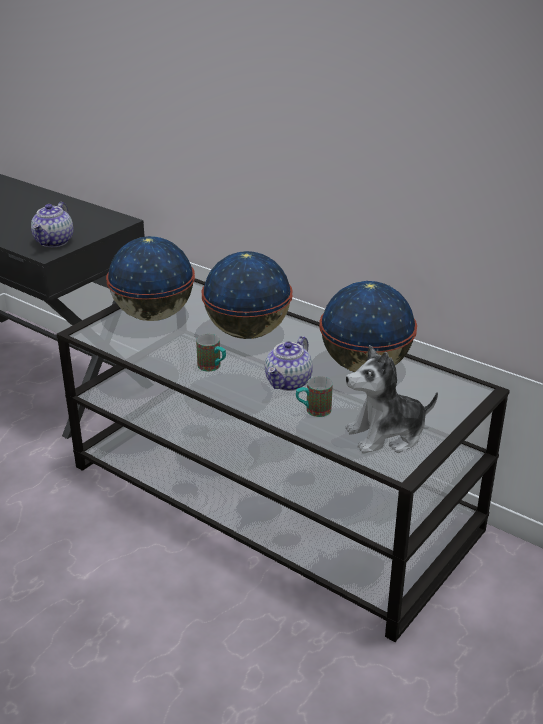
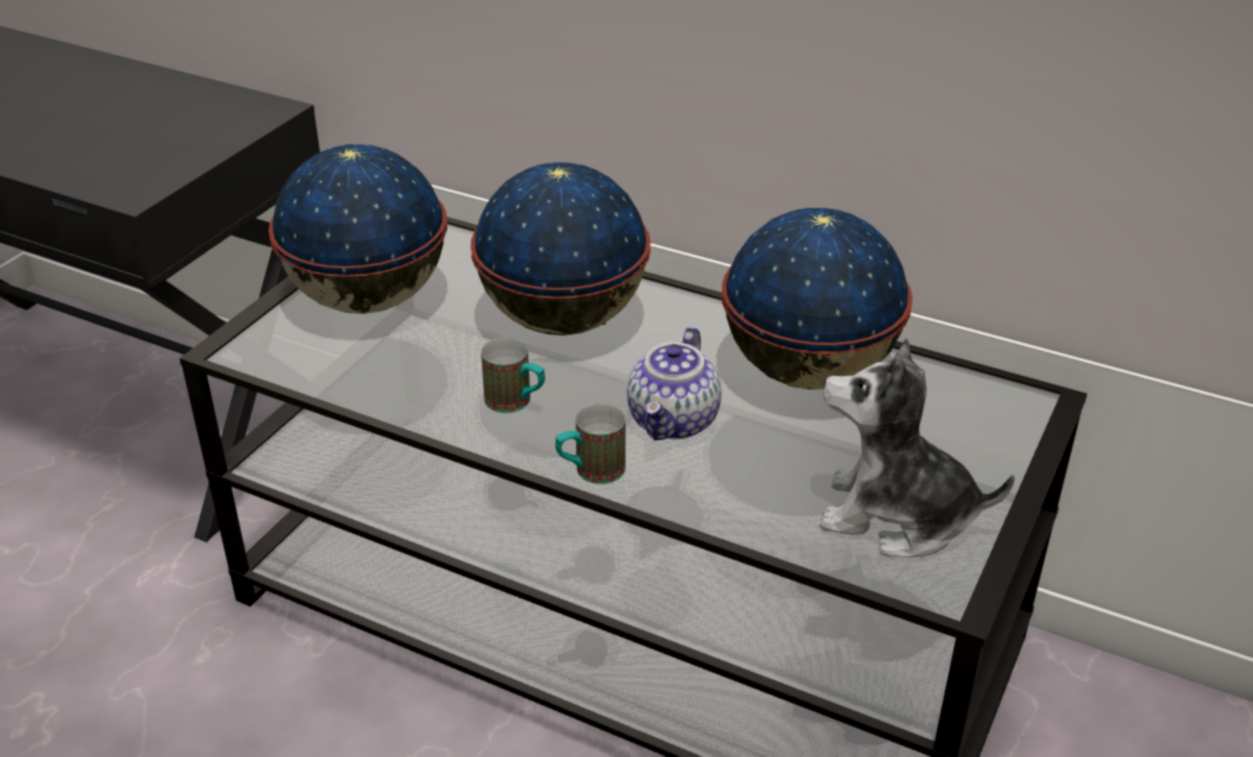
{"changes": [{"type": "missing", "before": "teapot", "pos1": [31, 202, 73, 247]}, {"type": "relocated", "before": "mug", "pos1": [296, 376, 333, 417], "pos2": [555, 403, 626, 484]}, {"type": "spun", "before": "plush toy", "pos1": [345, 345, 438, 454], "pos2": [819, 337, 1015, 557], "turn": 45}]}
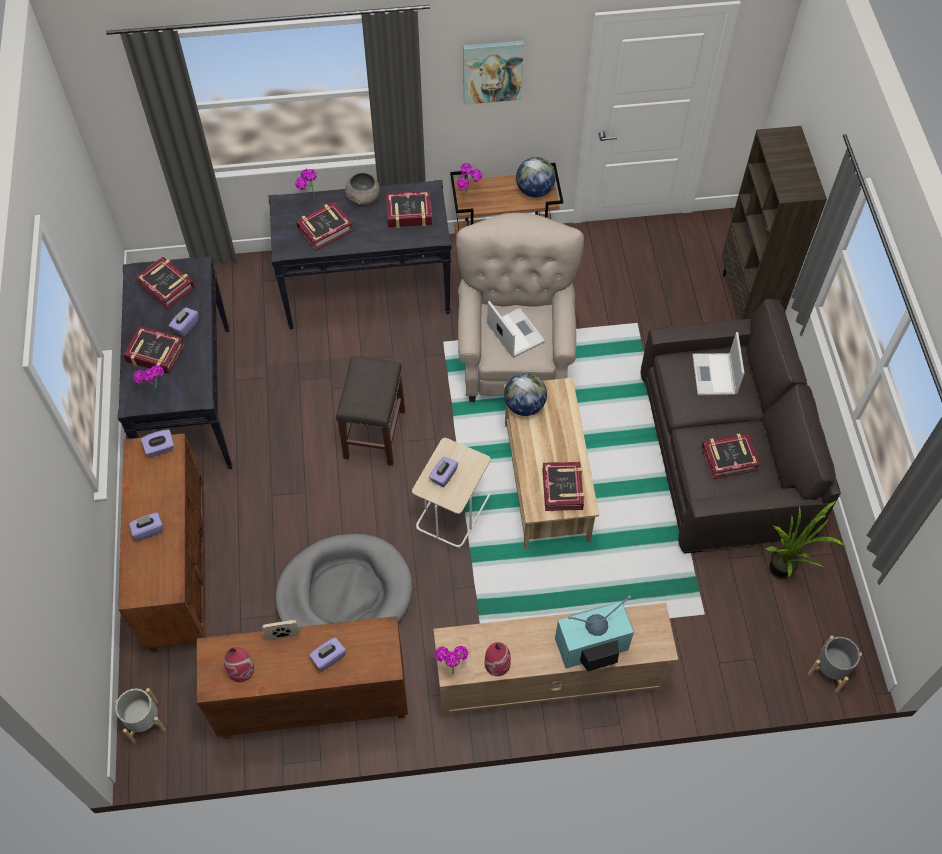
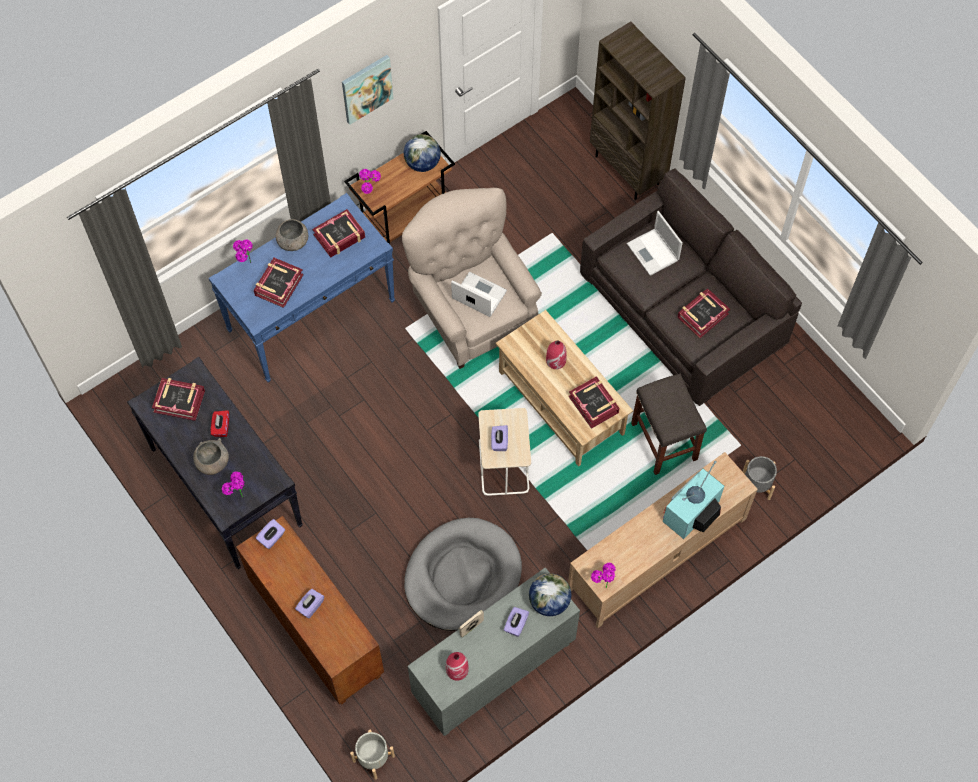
{"changes": [{"type": "missing", "before": "potted plant", "pos1": [766, 501, 844, 579]}, {"type": "relocated", "before": "grey stool", "pos1": [336, 356, 405, 466], "pos2": [631, 373, 707, 475]}, {"type": "relocated", "before": "red vase", "pos1": [485, 642, 511, 676], "pos2": [546, 340, 567, 369]}, {"type": "relocated", "before": "globe", "pos1": [504, 373, 547, 416], "pos2": [529, 573, 571, 616]}, {"type": "relocated", "before": "grey planter", "pos1": [808, 636, 862, 692], "pos2": [743, 456, 777, 500]}, {"type": "exchanged", "before": "book", "after": "grey bowl", "pos1": [123, 326, 185, 374], "pos2": [193, 438, 229, 475]}, {"type": "colour", "before": "purple tissue box", "after": "red tissue box", "pos1": [169, 307, 198, 336], "pos2": [211, 410, 229, 437]}, {"type": "colour", "before": "brown cabinet", "after": "grey cabinet", "pos1": [197, 616, 408, 739], "pos2": [408, 567, 580, 736]}, {"type": "colour", "before": "black console table", "after": "blue console table", "pos1": [269, 180, 451, 329], "pos2": [209, 193, 395, 382]}]}
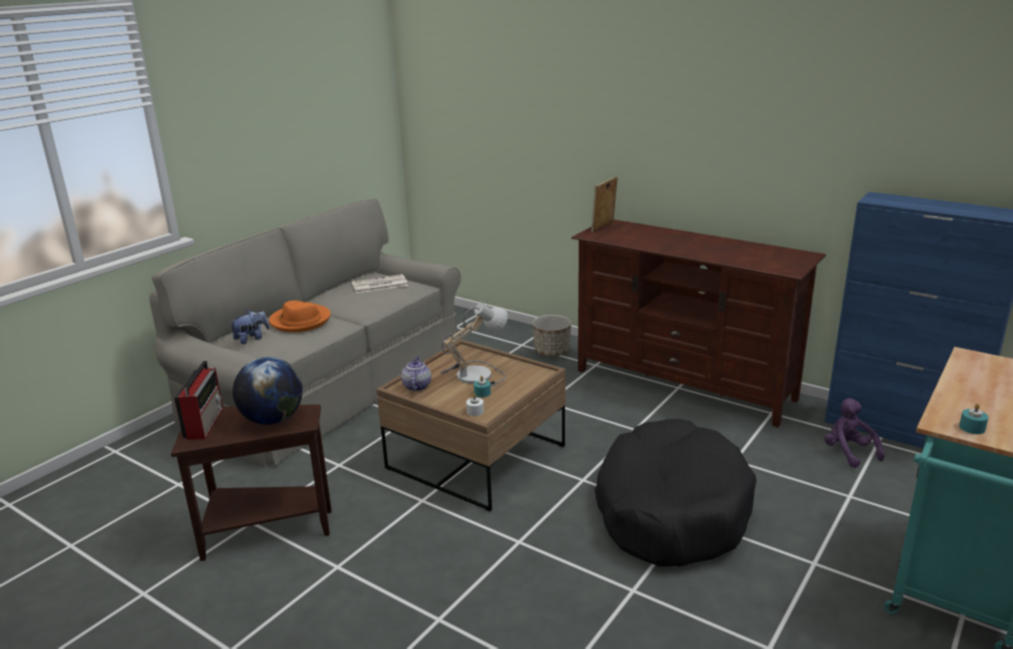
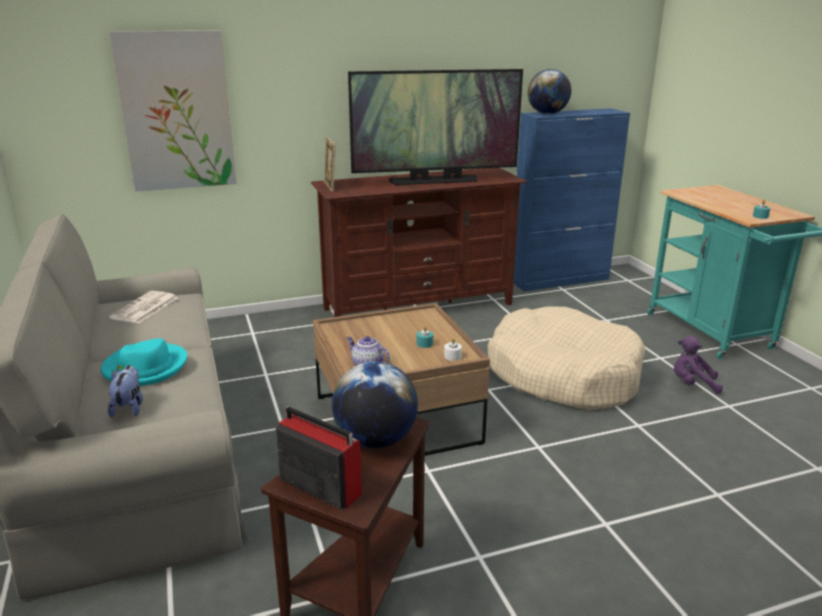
{"changes": [{"type": "missing", "before": "table lamp", "pos1": [440, 303, 508, 386]}, {"type": "missing", "before": "planter", "pos1": [532, 315, 571, 357]}, {"type": "appeared", "after": "picture", "pos2": [109, 30, 237, 192]}, {"type": "appeared", "after": "television", "pos2": [348, 69, 523, 185]}, {"type": "appeared", "after": "globe", "pos2": [528, 69, 571, 114]}, {"type": "relocated", "before": "purple plush toy", "pos1": [824, 398, 885, 468], "pos2": [674, 336, 723, 394]}, {"type": "colour", "before": "orange hat", "after": "turquoise hat", "pos1": [269, 300, 331, 332], "pos2": [101, 338, 187, 386]}, {"type": "colour", "before": "black dog bed", "after": "beige dog bed", "pos1": [595, 419, 757, 567], "pos2": [488, 306, 646, 411]}]}
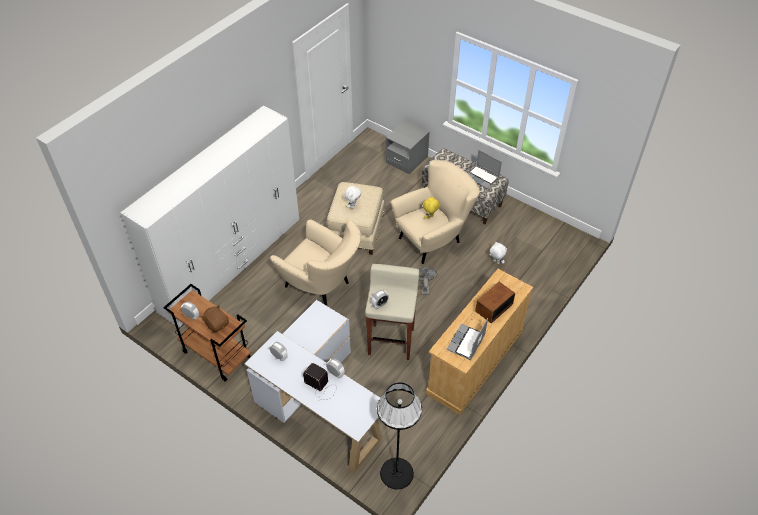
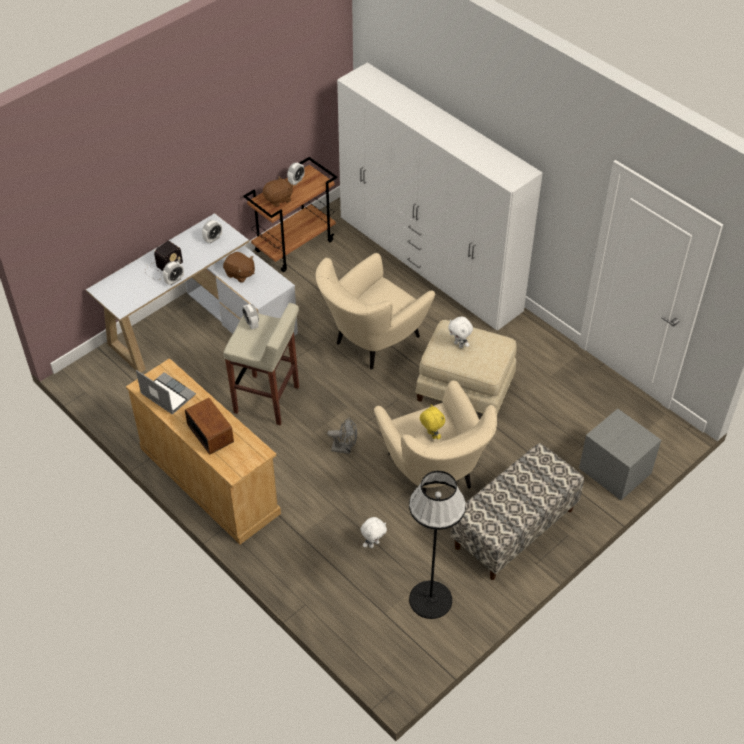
{"changes": [{"type": "missing", "before": "laptop", "pos1": [467, 150, 502, 189]}, {"type": "appeared", "after": "brown plush toy", "pos2": [223, 252, 255, 283]}, {"type": "relocated", "before": "black floor lamp", "pos1": [377, 382, 422, 489], "pos2": [409, 471, 466, 619]}]}
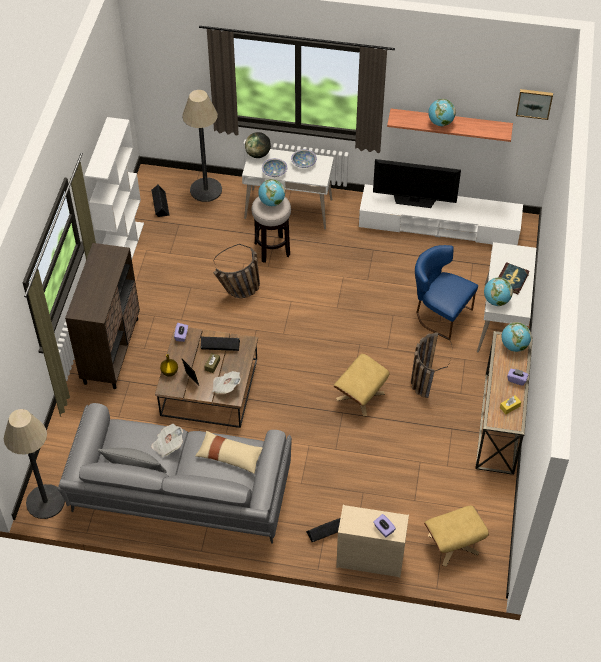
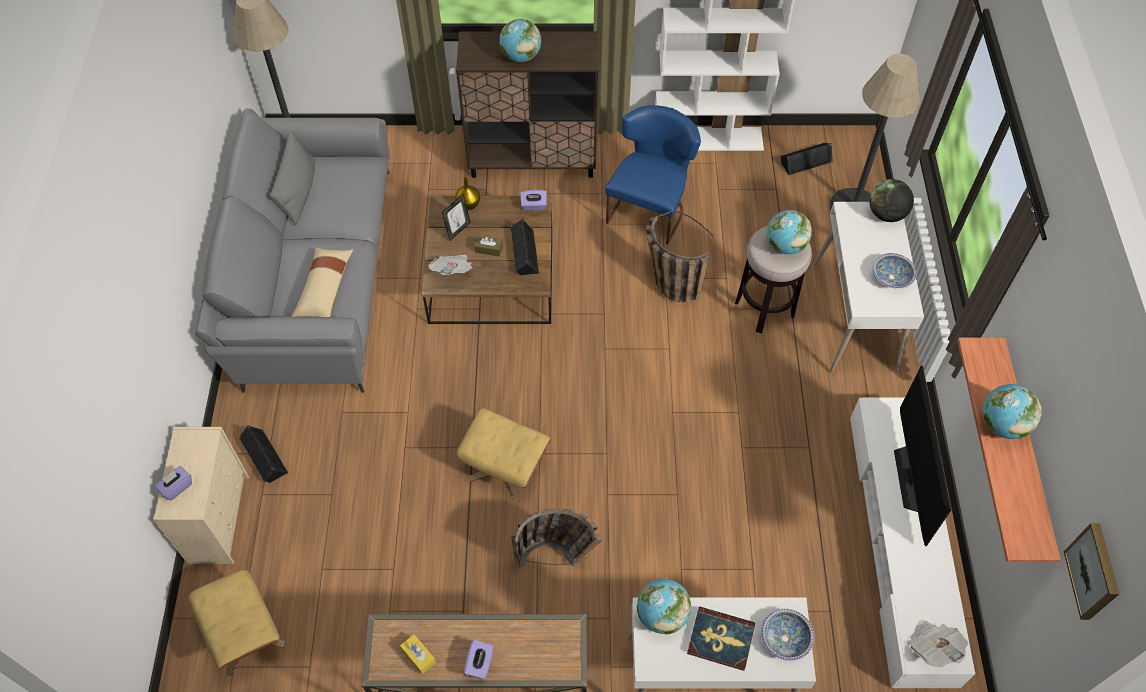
{"changes": [{"type": "relocated", "before": "newspaper", "pos1": [151, 424, 183, 457], "pos2": [907, 620, 969, 667]}, {"type": "relocated", "before": "bowl", "pos1": [262, 158, 287, 177], "pos2": [761, 609, 814, 661]}, {"type": "relocated", "before": "blue chair", "pos1": [415, 245, 478, 340], "pos2": [605, 105, 701, 245]}, {"type": "relocated", "before": "globe", "pos1": [502, 322, 531, 352], "pos2": [499, 19, 541, 62]}]}
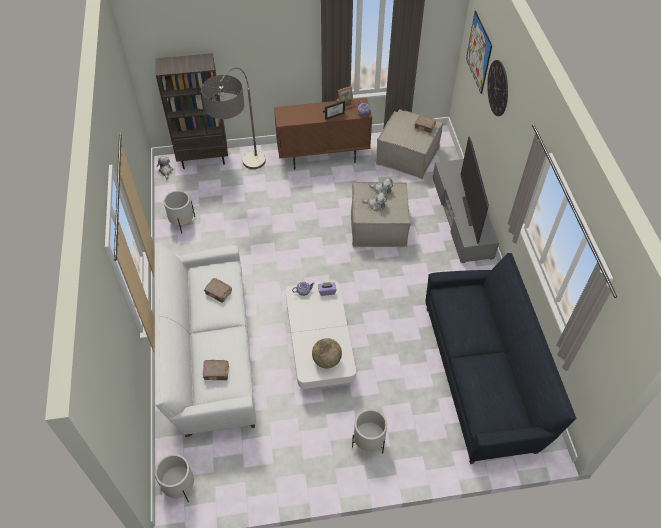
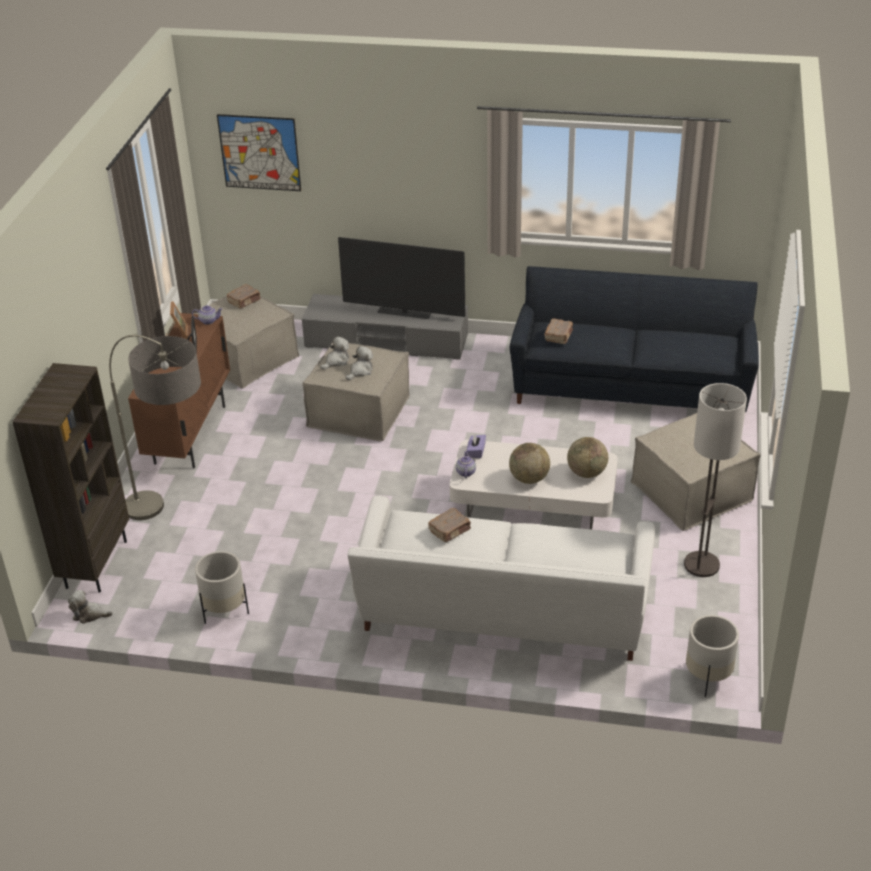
{"changes": [{"type": "missing", "before": "wall clock", "pos1": [487, 60, 508, 116]}, {"type": "appeared", "after": "globe", "pos2": [509, 443, 550, 484]}, {"type": "appeared", "after": "floor lamp", "pos2": [684, 383, 747, 577]}, {"type": "relocated", "before": "brown book", "pos1": [203, 360, 229, 380], "pos2": [544, 318, 573, 344]}, {"type": "exchanged", "before": "white planter", "after": "beige ottoman", "pos1": [352, 409, 387, 454], "pos2": [631, 413, 760, 531]}]}
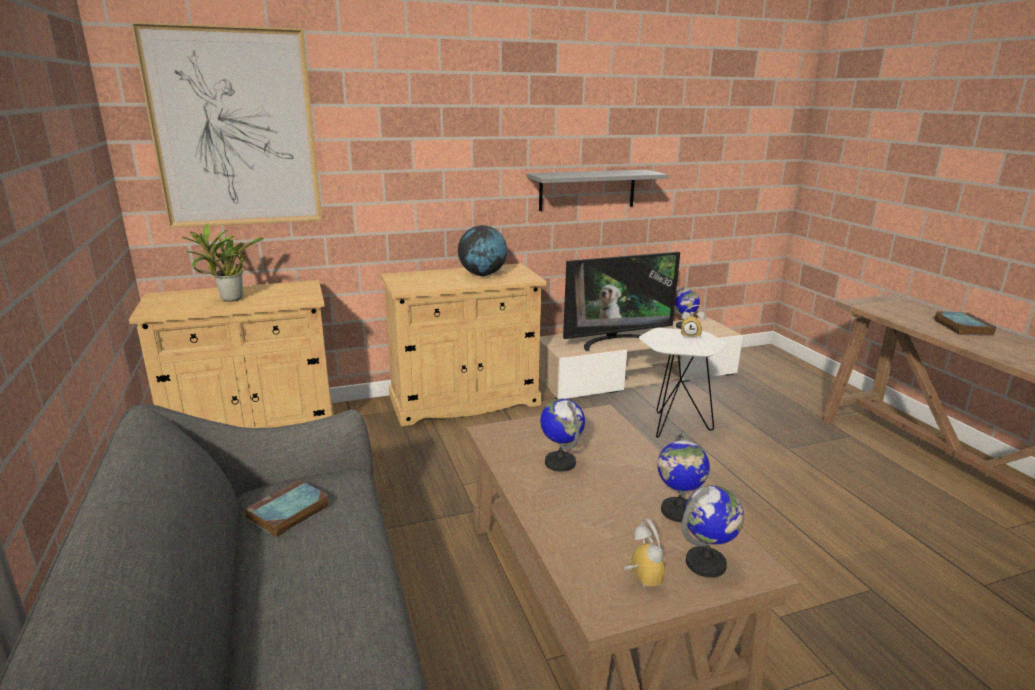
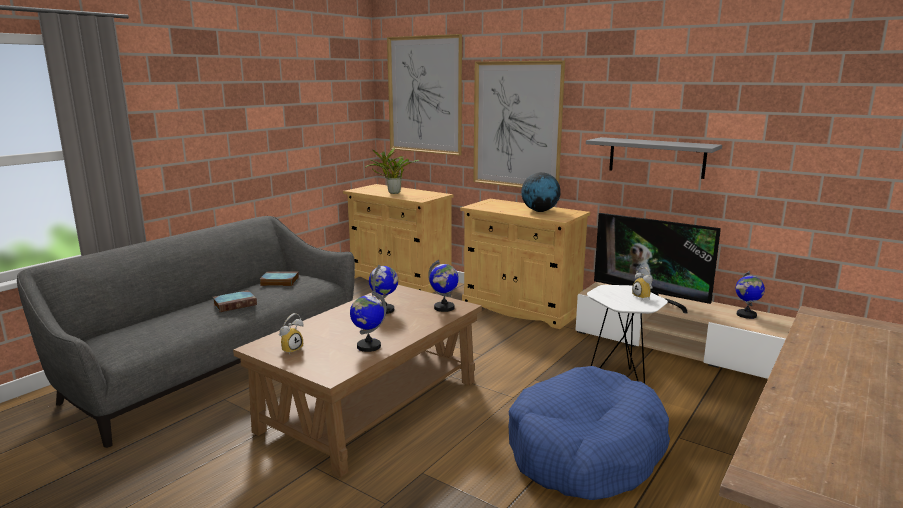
{"changes": [{"type": "appeared", "after": "picture", "pos2": [473, 60, 565, 188]}, {"type": "appeared", "after": "blue dog bed", "pos2": [508, 366, 670, 500]}, {"type": "relocated", "before": "globe", "pos1": [682, 485, 744, 578], "pos2": [428, 260, 459, 312]}, {"type": "relocated", "before": "book", "pos1": [934, 312, 996, 336], "pos2": [213, 290, 257, 312]}]}
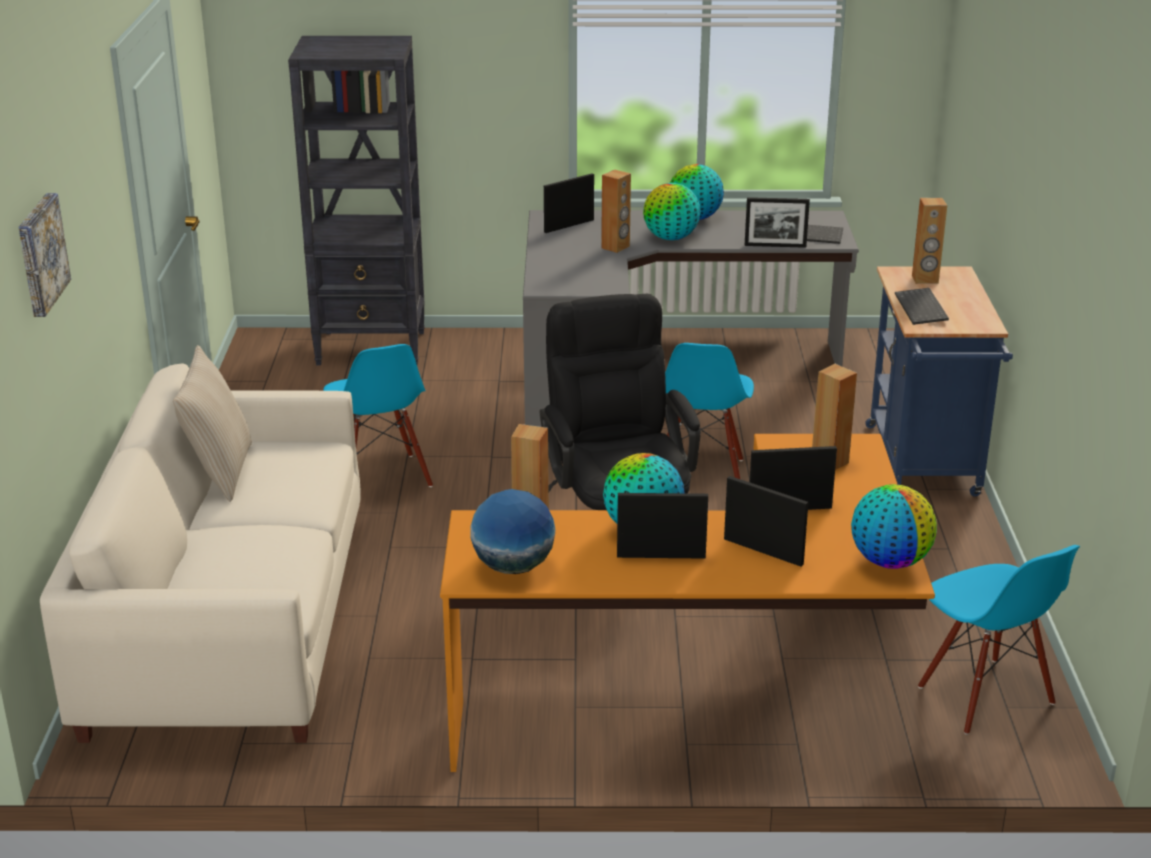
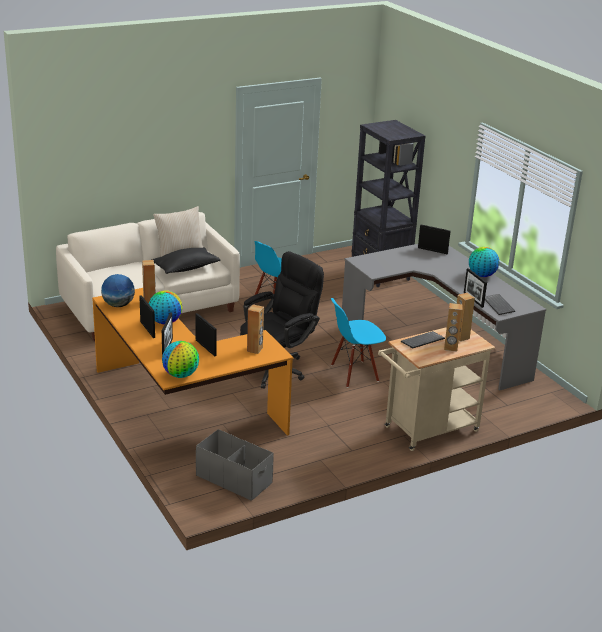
{"changes": [{"type": "missing", "before": "picture", "pos1": [18, 193, 71, 317]}, {"type": "missing", "before": "globe", "pos1": [643, 183, 701, 240]}, {"type": "appeared", "after": "black pillow", "pos2": [152, 247, 221, 274]}, {"type": "relocated", "before": "brown speaker", "pos1": [601, 170, 631, 253], "pos2": [444, 303, 463, 352]}, {"type": "exchanged", "before": "blue chair", "after": "grey storage box", "pos1": [918, 545, 1080, 735], "pos2": [196, 429, 273, 501]}, {"type": "colour", "before": "blue cart", "after": "beige cart", "pos1": [865, 266, 1013, 496], "pos2": [378, 327, 495, 451]}]}
